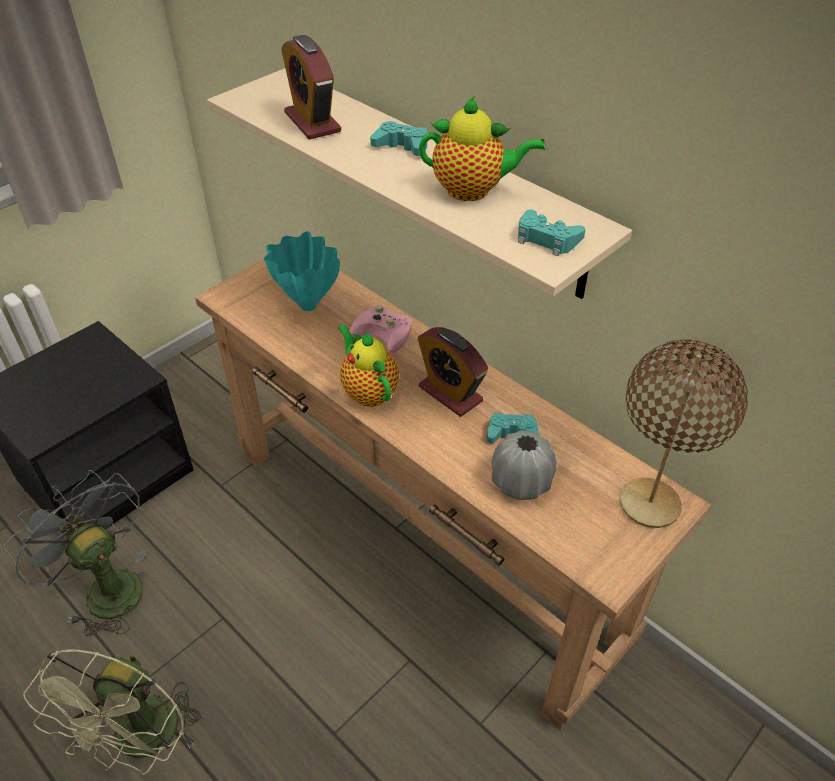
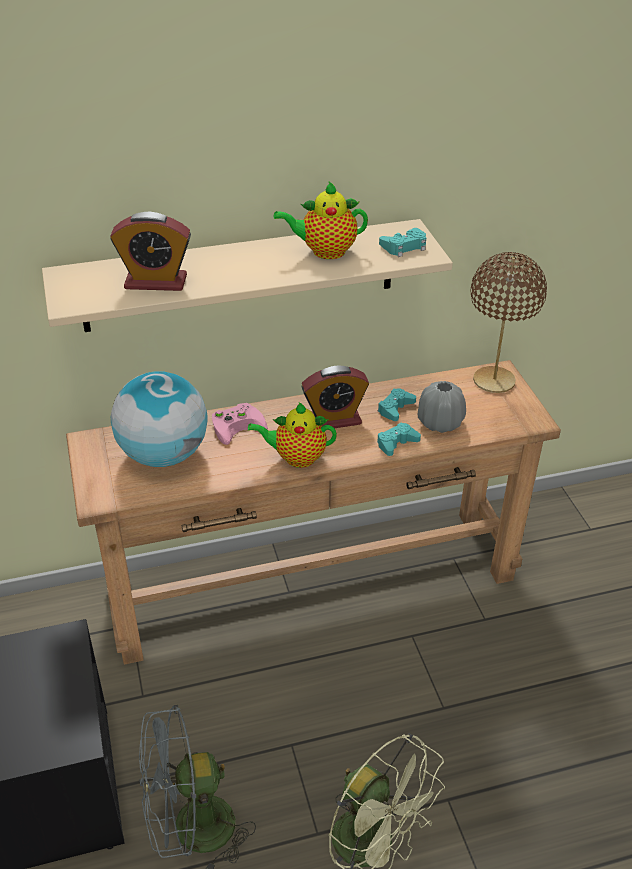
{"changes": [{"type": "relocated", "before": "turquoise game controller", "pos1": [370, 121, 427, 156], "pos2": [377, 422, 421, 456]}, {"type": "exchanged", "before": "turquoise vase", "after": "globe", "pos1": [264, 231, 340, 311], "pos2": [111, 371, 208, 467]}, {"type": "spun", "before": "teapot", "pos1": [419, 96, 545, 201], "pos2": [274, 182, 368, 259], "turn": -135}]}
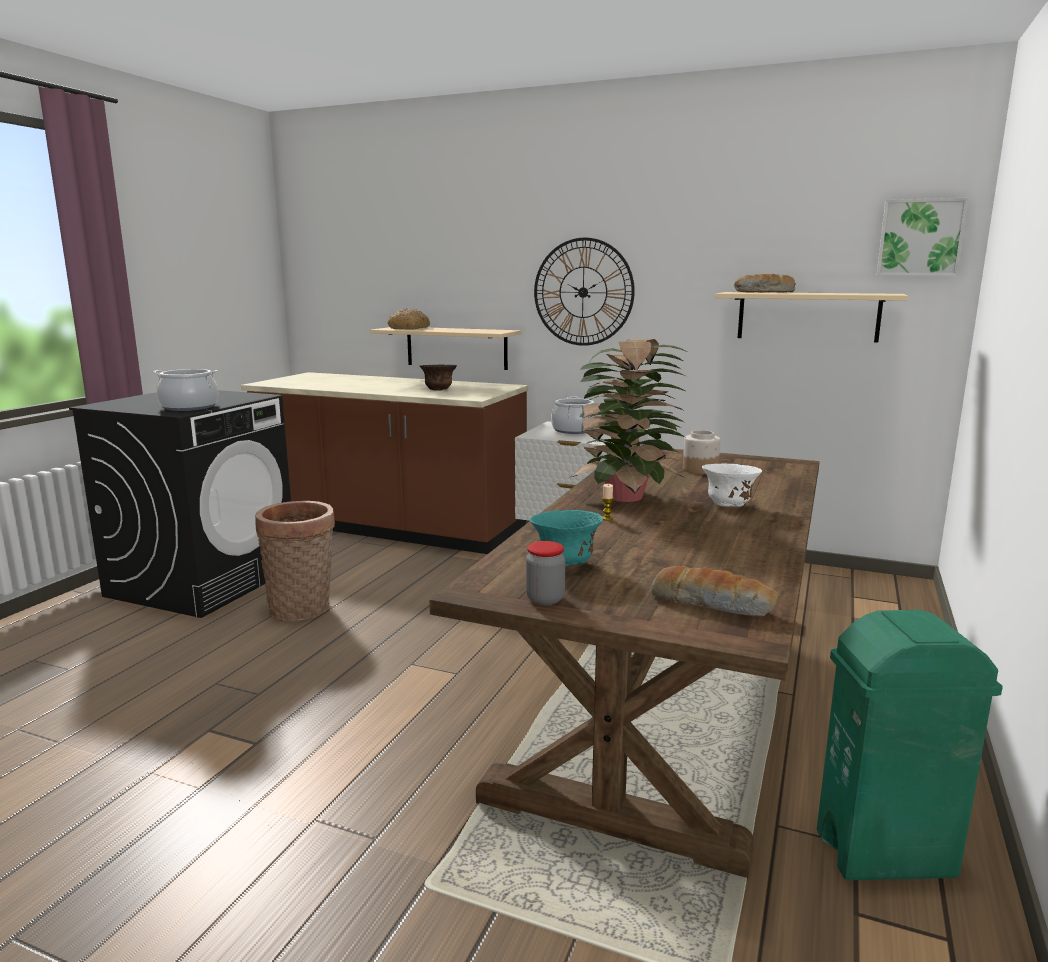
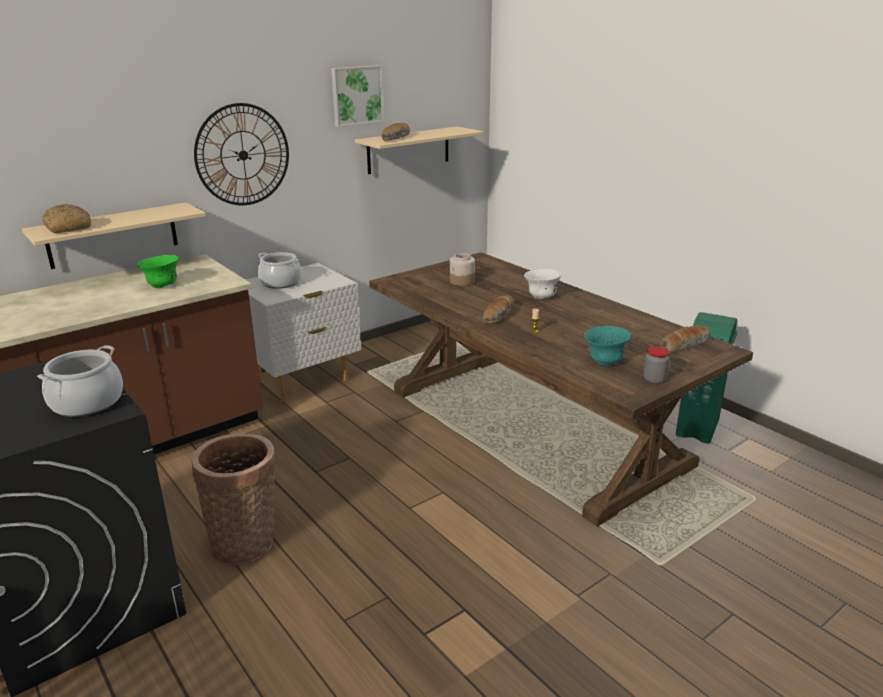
{"changes": [{"type": "relocated", "before": "picture", "pos1": [877, 198, 969, 276], "pos2": [331, 65, 384, 127]}, {"type": "exchanged", "before": "potted plant", "after": "bread", "pos1": [569, 339, 687, 502], "pos2": [483, 295, 514, 324]}, {"type": "colour", "before": "brown bowl", "after": "green bowl", "pos1": [420, 365, 457, 391], "pos2": [137, 255, 179, 288]}]}
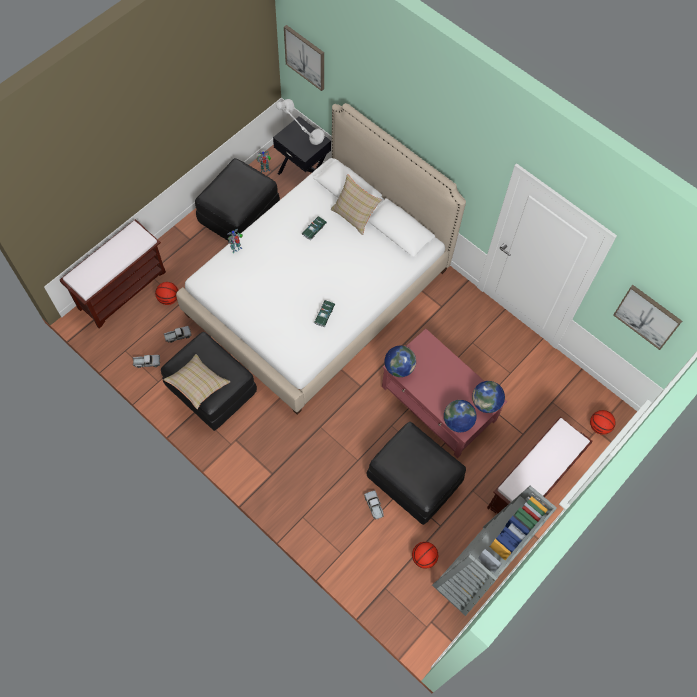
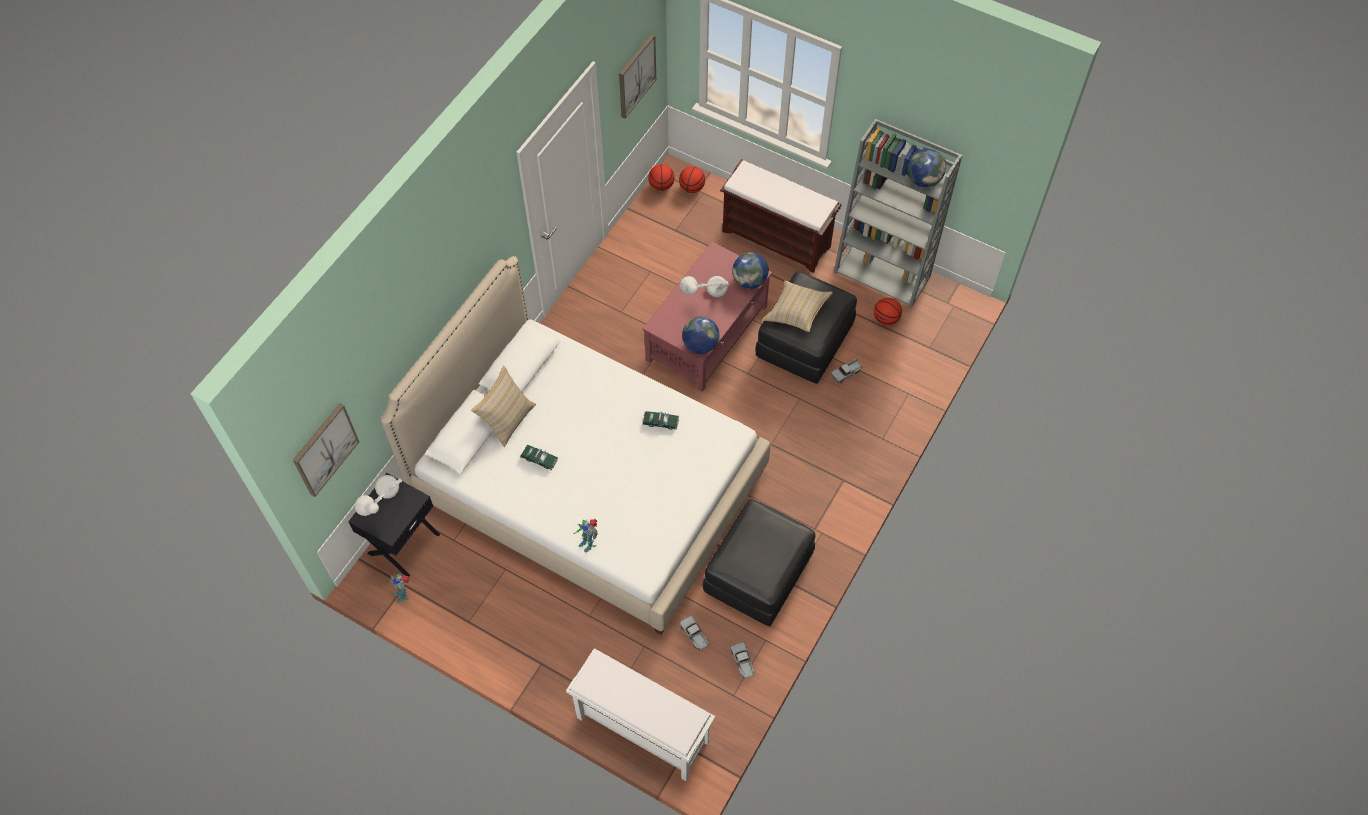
{"changes": [{"type": "missing", "before": "black ottoman", "pos1": [195, 158, 280, 241]}, {"type": "appeared", "after": "grey table lamp", "pos2": [679, 276, 729, 297]}, {"type": "relocated", "before": "basketball", "pos1": [155, 282, 179, 305], "pos2": [648, 164, 675, 191]}, {"type": "relocated", "before": "beige pillow", "pos1": [163, 354, 230, 409], "pos2": [762, 280, 833, 332]}, {"type": "relocated", "before": "globe", "pos1": [472, 381, 505, 413], "pos2": [907, 149, 946, 187]}, {"type": "colour", "before": "brown bench", "after": "white bench", "pos1": [60, 219, 166, 329], "pos2": [566, 648, 715, 781]}]}
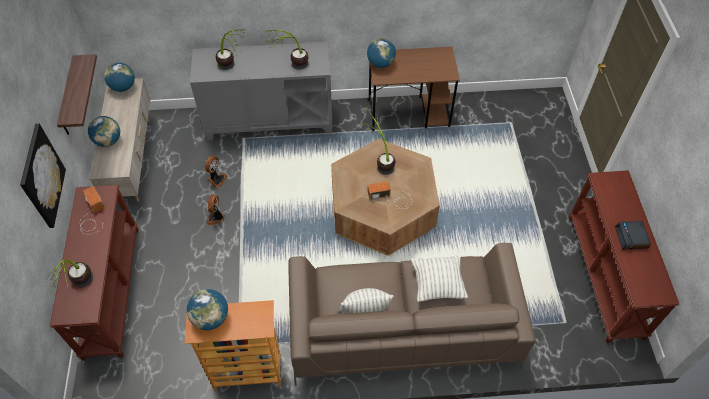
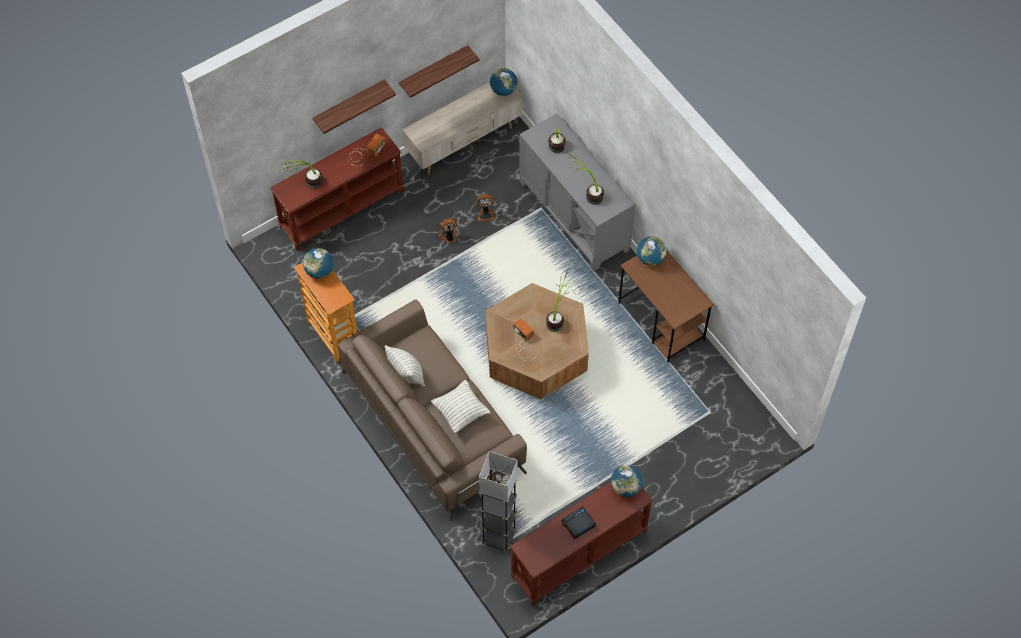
{"changes": [{"type": "appeared", "after": "grey floor lamp", "pos2": [479, 451, 518, 552]}, {"type": "relocated", "before": "globe", "pos1": [88, 116, 120, 147], "pos2": [611, 465, 643, 497]}, {"type": "exchanged", "before": "picture", "after": "shelf", "pos1": [20, 124, 66, 228], "pos2": [313, 79, 396, 134]}]}
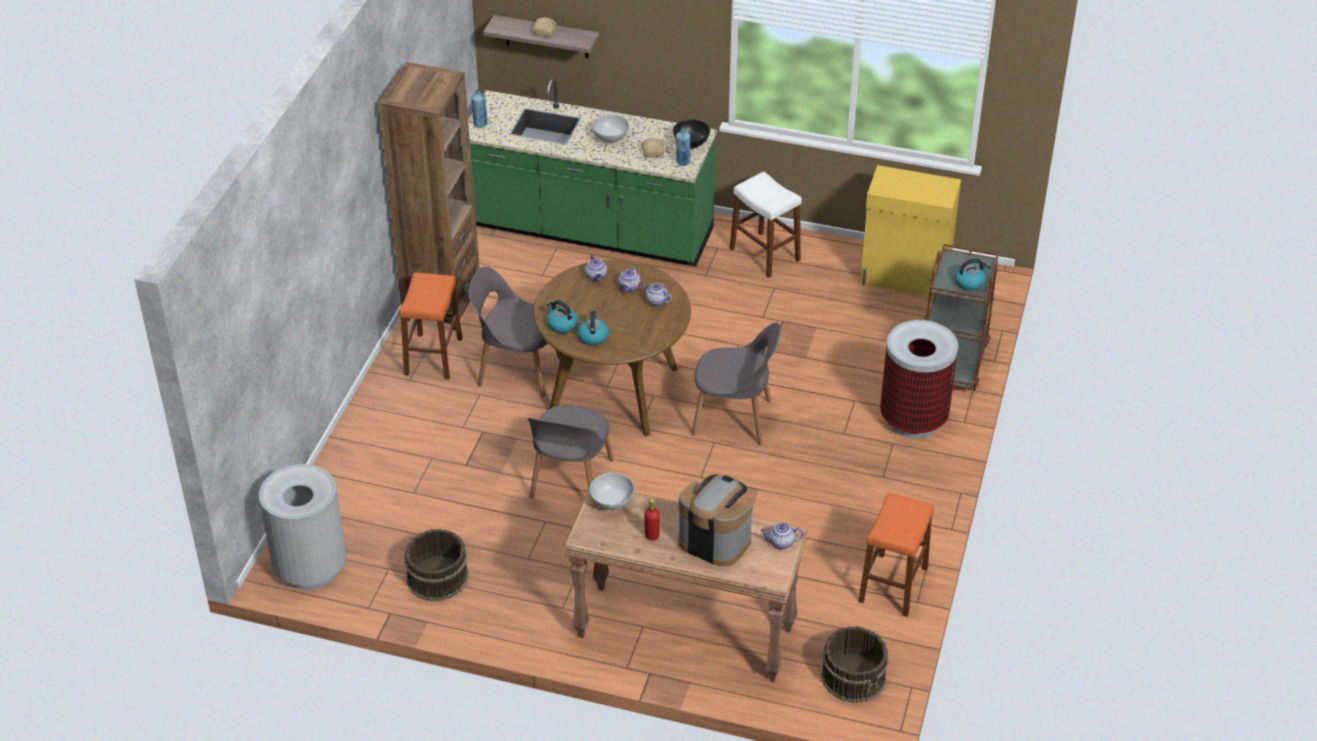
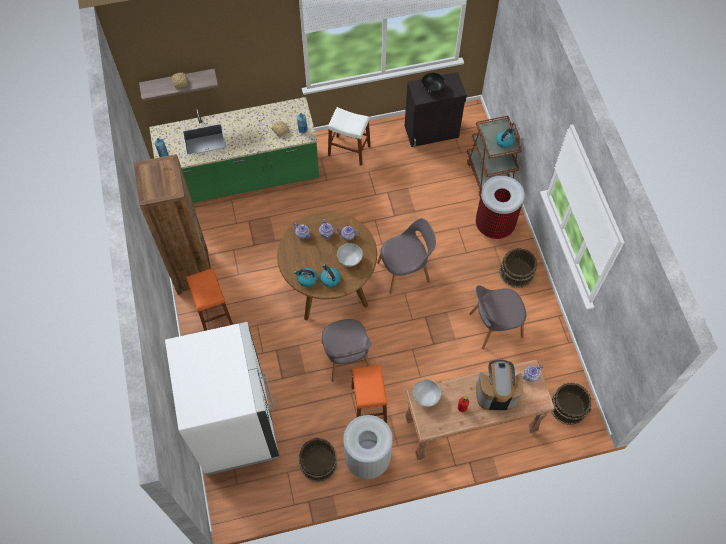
{"changes": [{"type": "appeared", "after": "white fridge", "pos2": [165, 322, 279, 476]}, {"type": "appeared", "after": "brown bucket", "pos2": [500, 248, 537, 288]}, {"type": "relocated", "before": "grey trash can", "pos1": [259, 464, 347, 590], "pos2": [343, 415, 392, 479]}, {"type": "relocated", "before": "grey chair", "pos1": [468, 266, 560, 397], "pos2": [469, 285, 526, 349]}, {"type": "relocated", "before": "white bowl", "pos1": [592, 114, 629, 144], "pos2": [337, 243, 363, 267]}, {"type": "relocated", "before": "black bowl", "pos1": [673, 119, 710, 149], "pos2": [422, 73, 445, 93]}, {"type": "relocated", "before": "orange stool", "pos1": [858, 492, 934, 617], "pos2": [351, 365, 387, 423]}, {"type": "colour", "before": "yellow cabinet", "after": "black cabinet", "pos1": [860, 165, 961, 297], "pos2": [405, 72, 467, 148]}]}
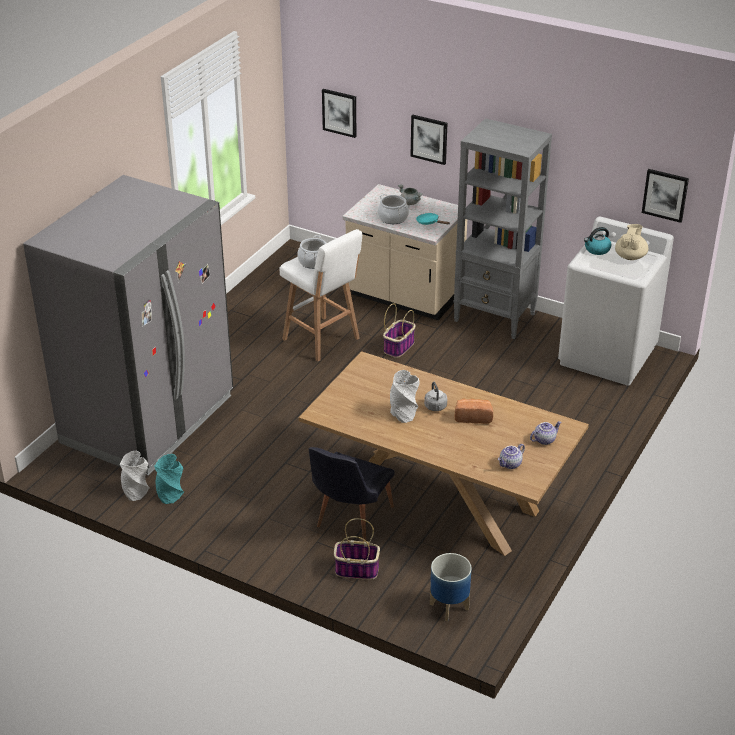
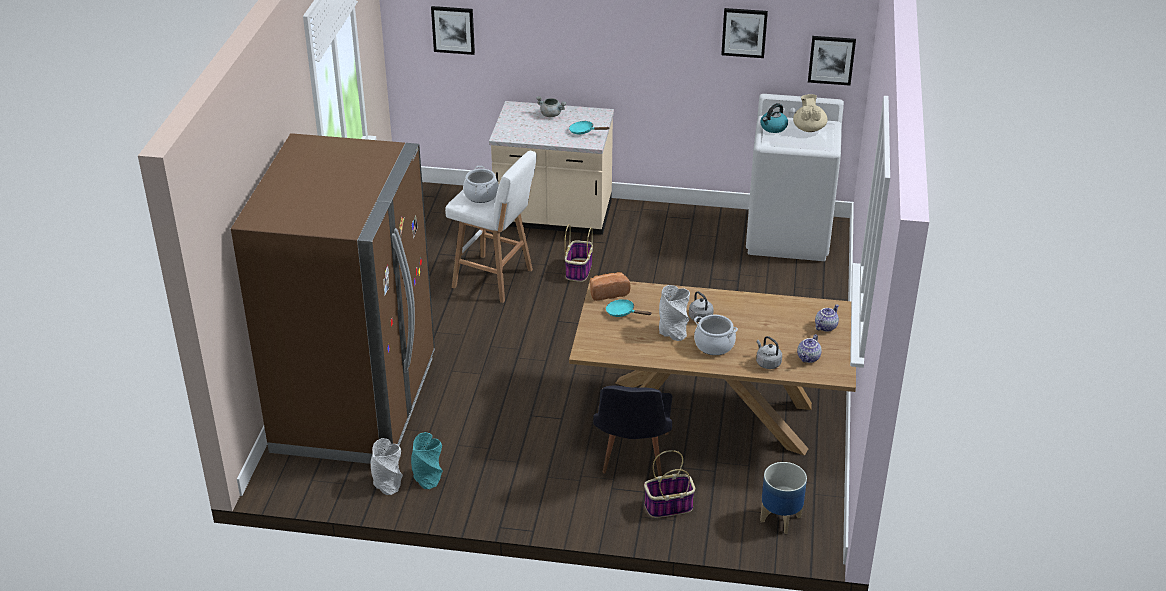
{"changes": [{"type": "missing", "before": "grey bookcase", "pos1": [454, 118, 552, 339]}, {"type": "appeared", "after": "turquoise frying pan", "pos2": [606, 299, 651, 317]}, {"type": "appeared", "after": "grey kettle", "pos2": [756, 336, 782, 369]}, {"type": "relocated", "before": "cooking pot", "pos1": [377, 194, 409, 224], "pos2": [694, 315, 738, 355]}, {"type": "relocated", "before": "picture", "pos1": [410, 115, 447, 165], "pos2": [721, 8, 768, 58]}, {"type": "relocated", "before": "bread", "pos1": [455, 399, 493, 424], "pos2": [590, 272, 631, 301]}, {"type": "colour", "before": "grey fridge", "after": "brown fridge", "pos1": [23, 175, 233, 476], "pos2": [231, 133, 435, 464]}]}
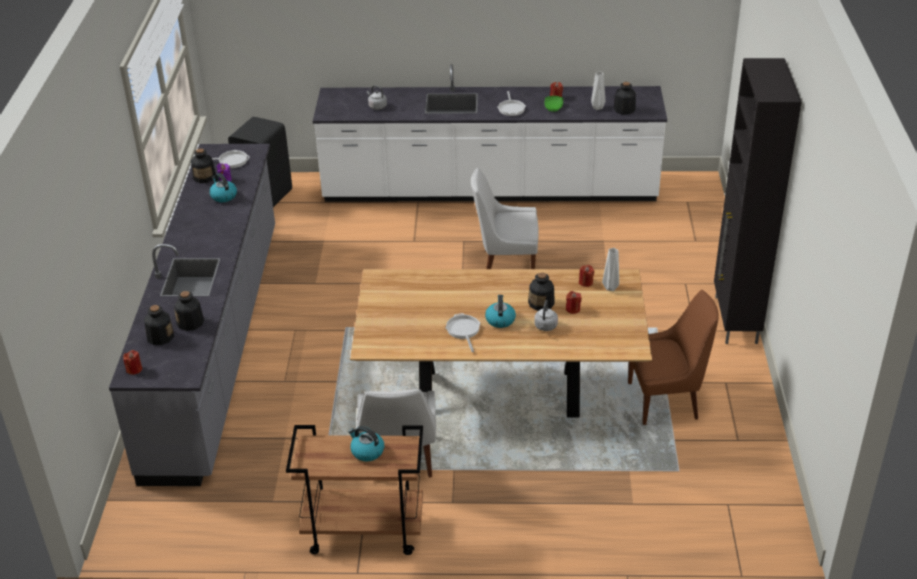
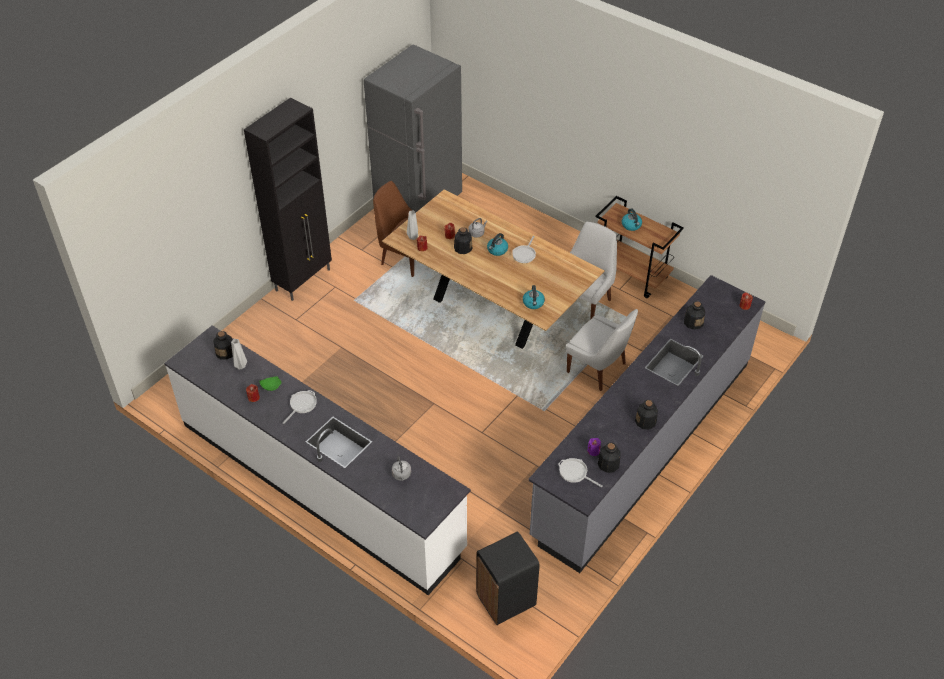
{"changes": [{"type": "appeared", "after": "grey fridge", "pos2": [364, 44, 462, 213]}, {"type": "relocated", "before": "bottle", "pos1": [144, 305, 174, 345], "pos2": [635, 400, 658, 429]}, {"type": "relocated", "before": "kettle", "pos1": [209, 173, 237, 202], "pos2": [523, 285, 545, 309]}, {"type": "relocated", "before": "white chair", "pos1": [471, 168, 539, 269], "pos2": [566, 309, 638, 391]}]}
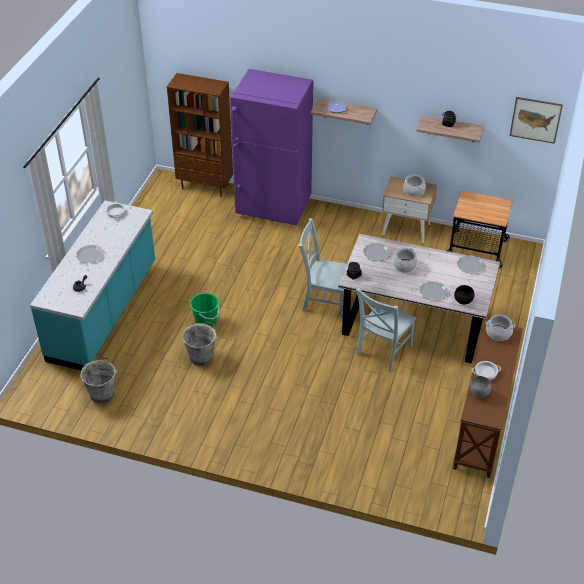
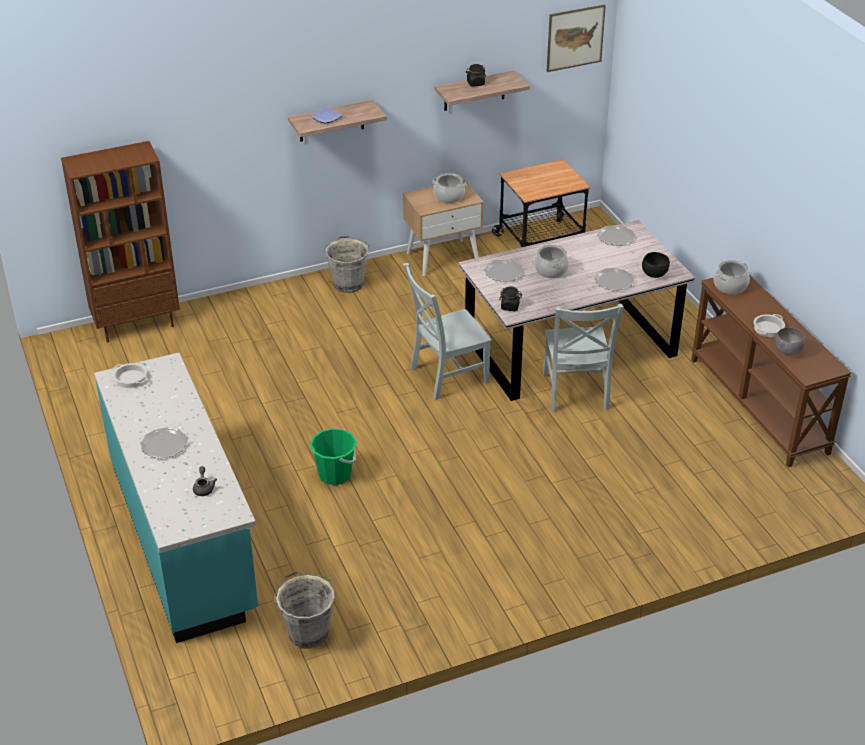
{"changes": [{"type": "missing", "before": "purple fridge", "pos1": [230, 69, 313, 226]}, {"type": "relocated", "before": "grey bucket", "pos1": [182, 322, 218, 366], "pos2": [323, 236, 370, 293]}]}
